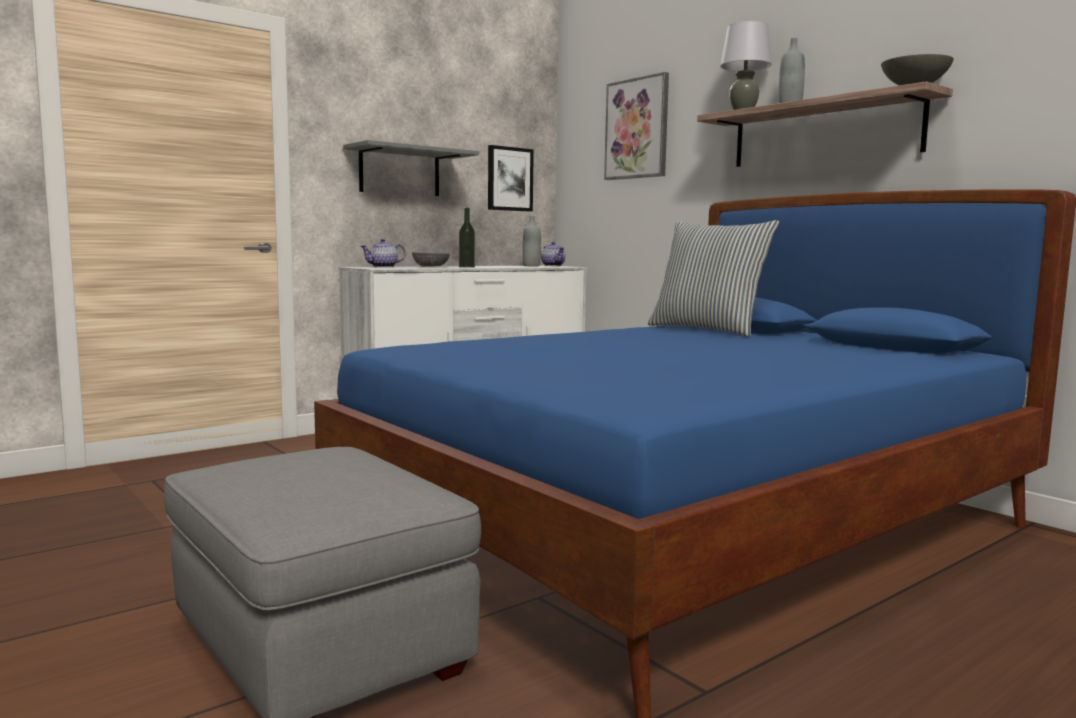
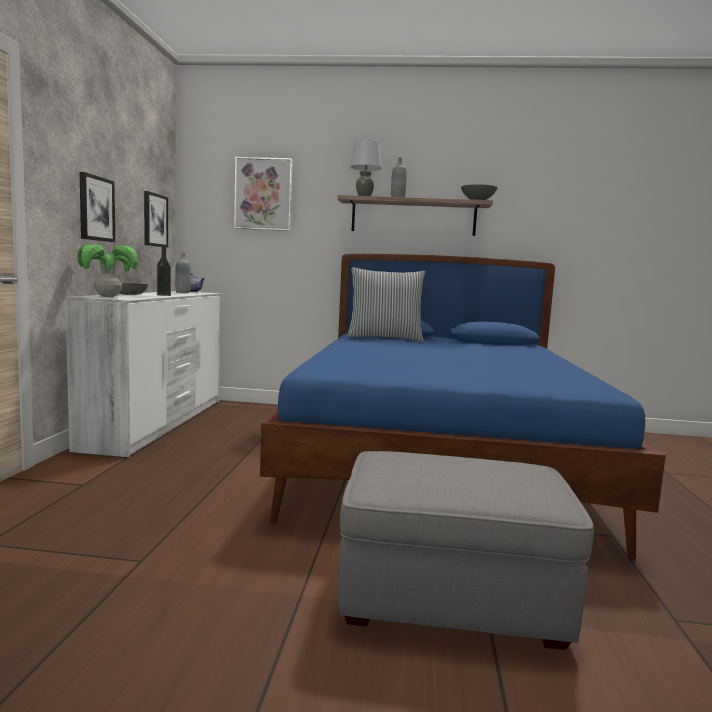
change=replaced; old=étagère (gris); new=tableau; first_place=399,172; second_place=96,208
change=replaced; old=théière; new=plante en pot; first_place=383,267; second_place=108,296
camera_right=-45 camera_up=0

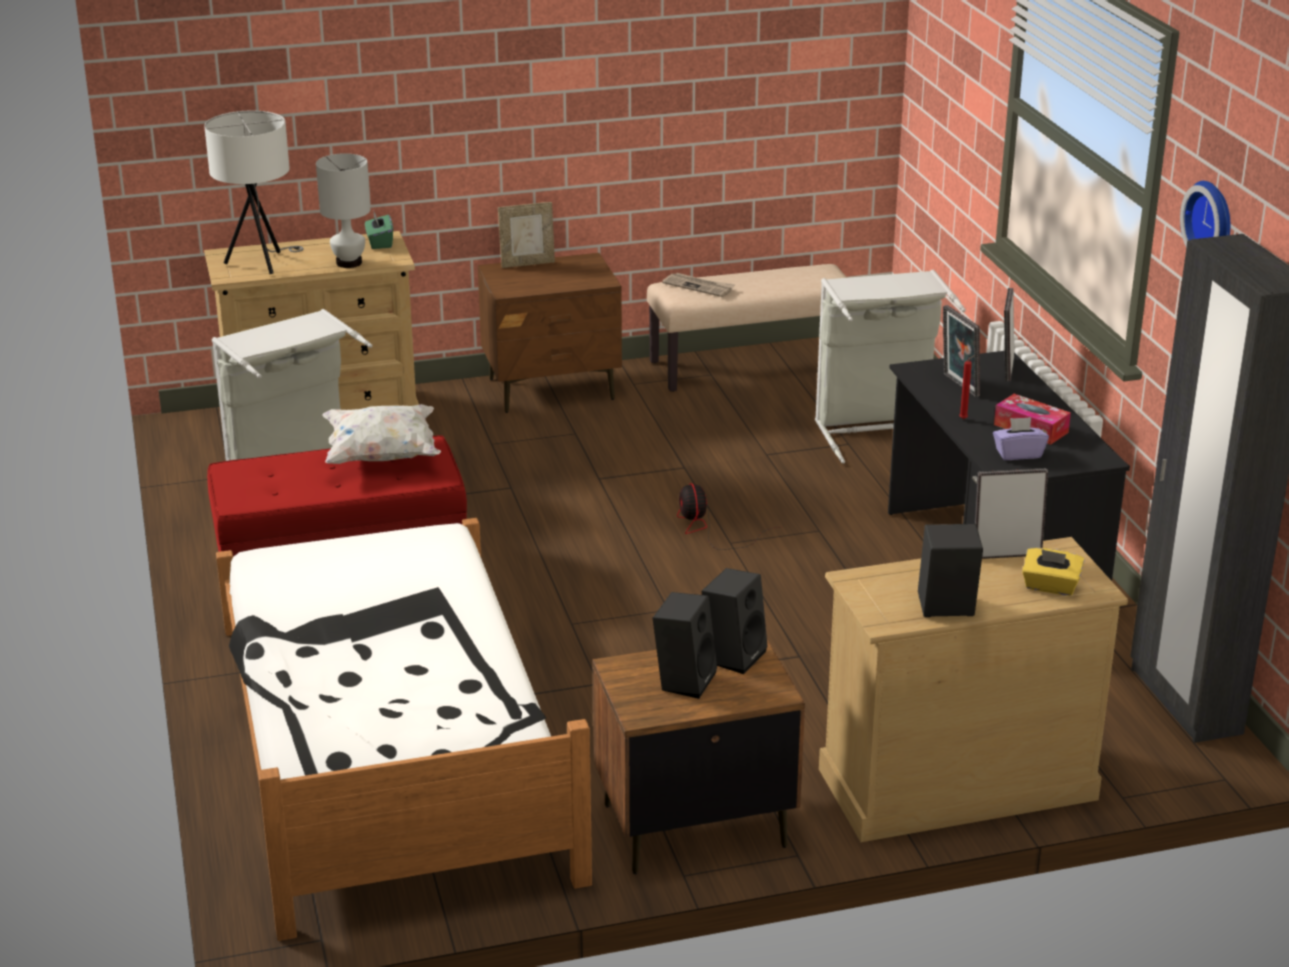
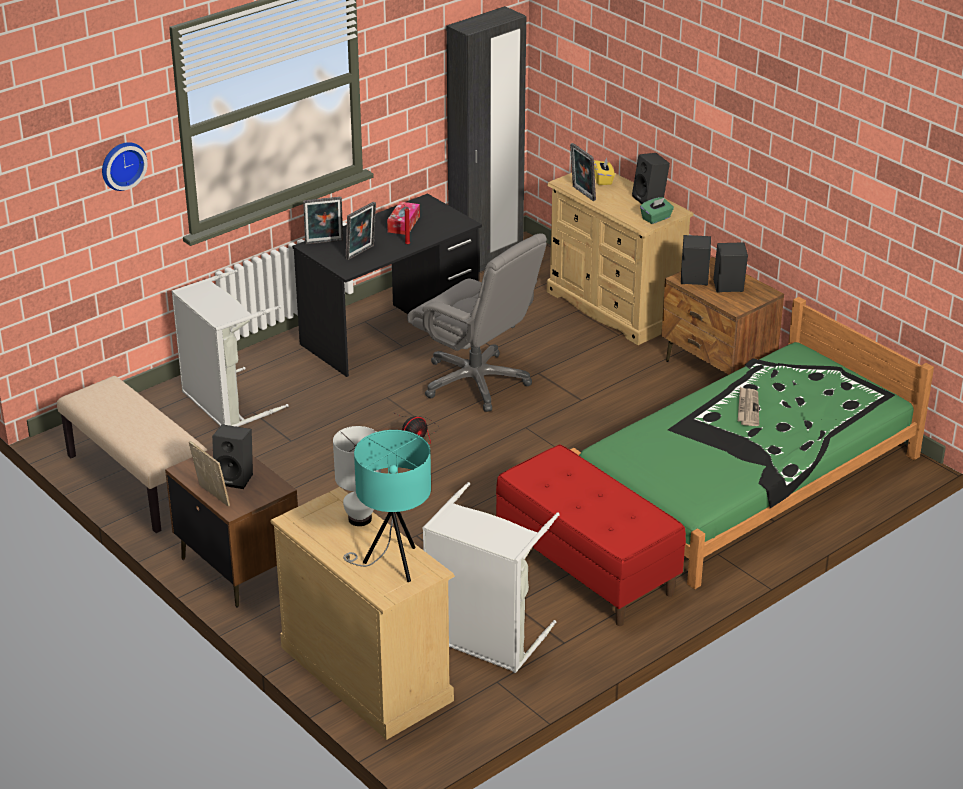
change=recoloured; old=lampe de table (blanc); new=lampe de table (turquoise); first_place=261,263; second_place=392,564
change=moved; old=horloge murale; first_place=1212,221; second_place=122,164
change=moved; old=boîte à mouchoirs (vert); first_place=379,243; second_place=656,218
change=moved; old=journal; first_place=699,286; second_place=747,408
change=removed; old=coussin (blanc); first_place=382,456
change=removed; old=boîte à mouchoirs (violet); first_place=1018,454
change=recoloured; old=lit (blanc); new=lit (vert); first_place=391,746; second_place=745,479
change=added; new=chaise de bureau (gris); second_place=476,382
change=added; new=enceinte (noir); second_place=236,478
camera_right=-115 camera_up=5

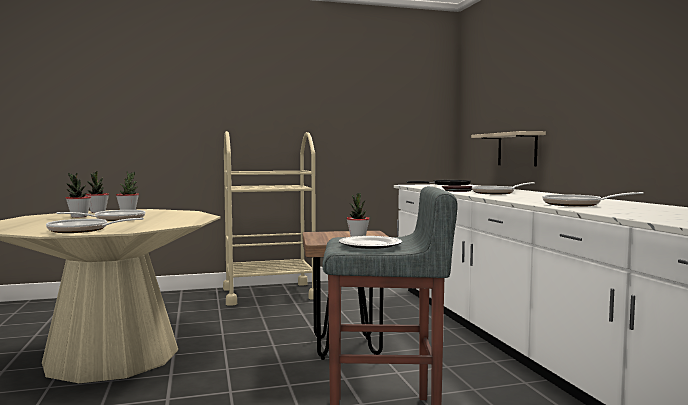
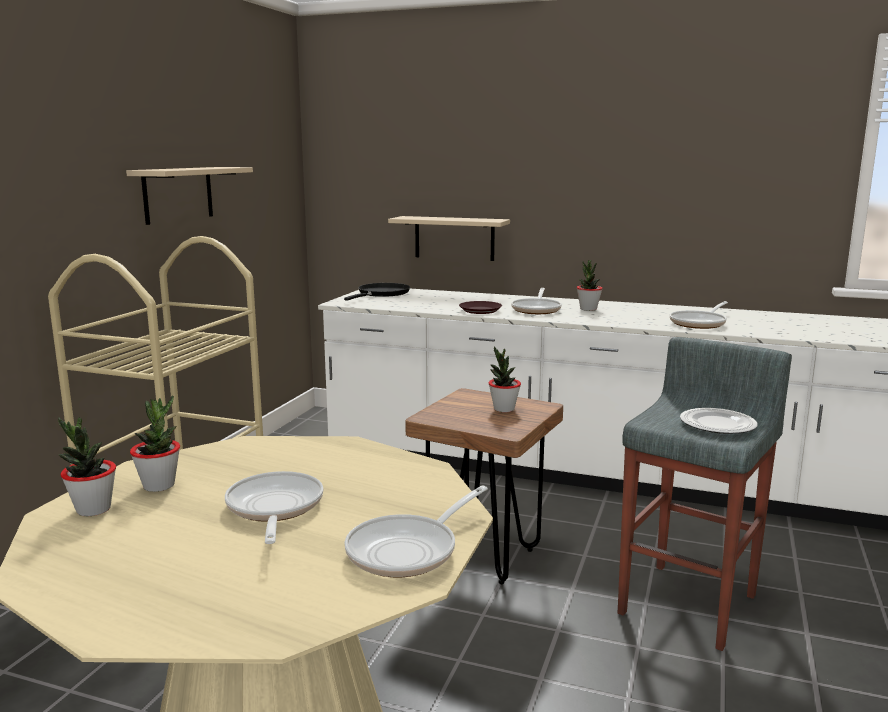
change=moved; old=plante en pot; first_place=79,216; second_place=588,309
change=added; new=étagère (beige); second_place=178,194
camera_right=-55 camera_up=10

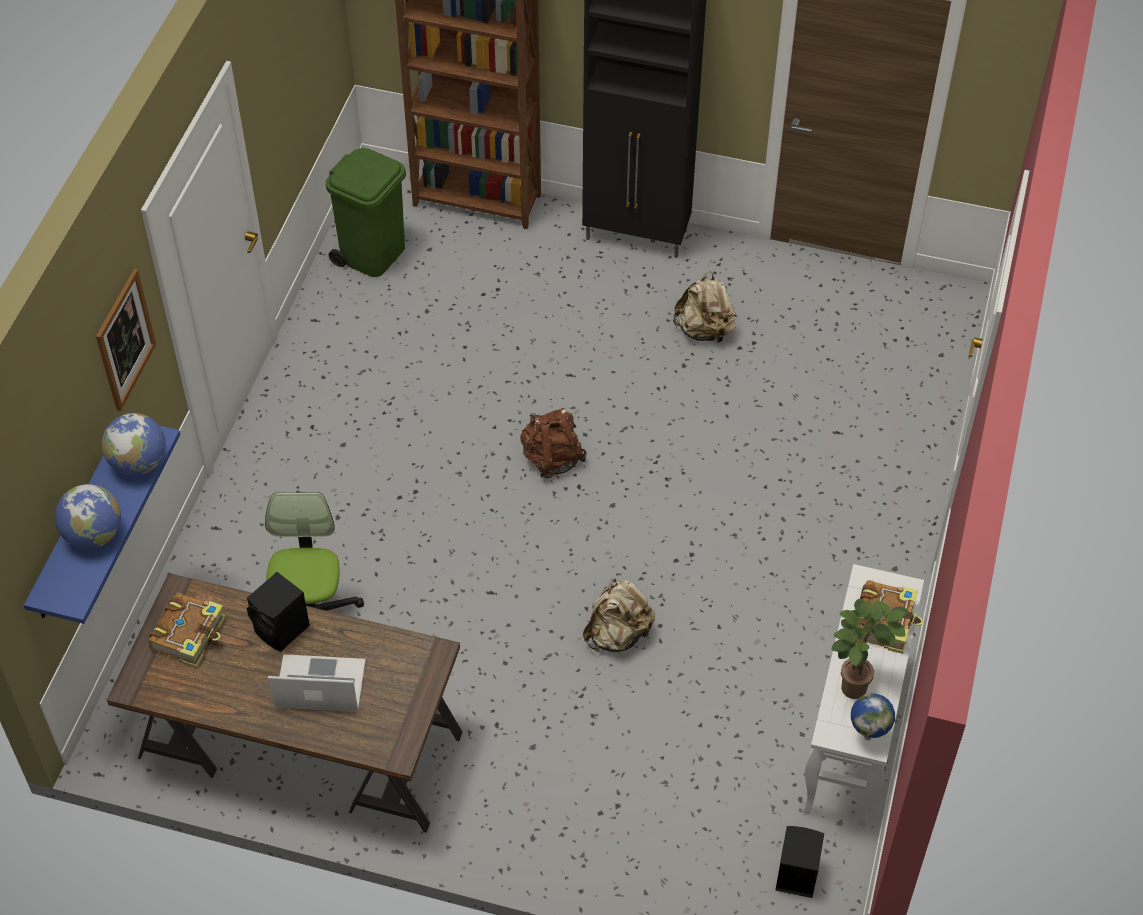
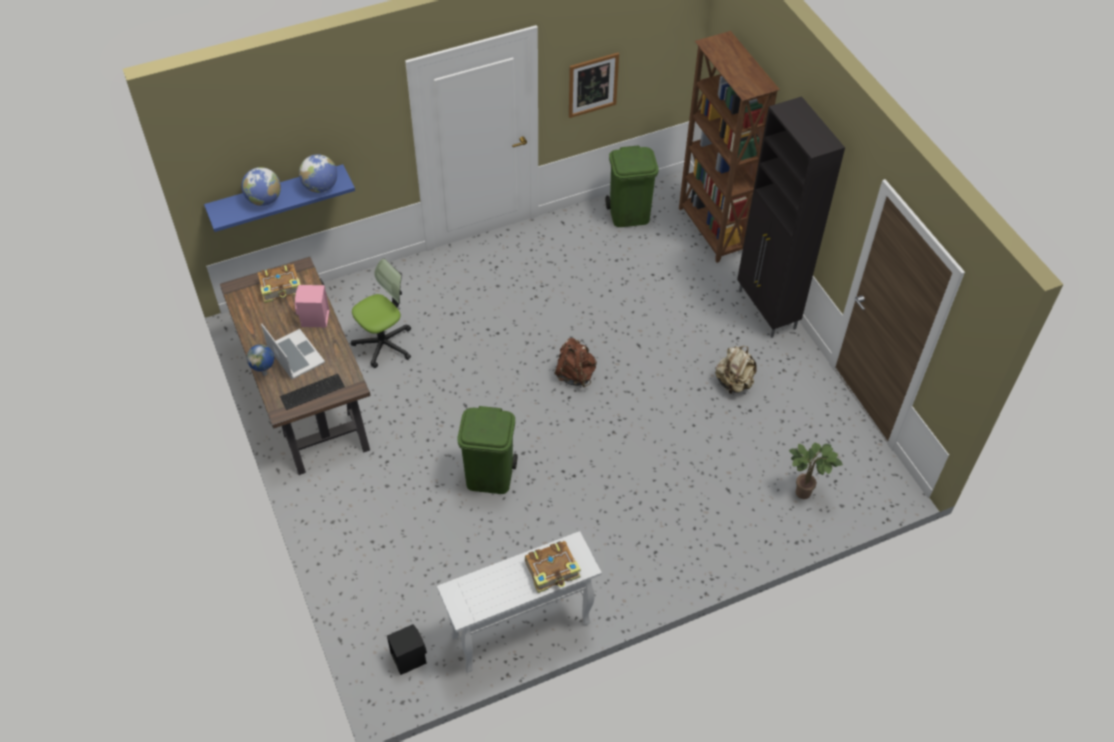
change=moved; old=tableau; first_place=125,340; second_place=593,85
change=recoloured; old=enceinte (noir); new=enceinte (rose); first_place=282,630; second_place=314,319
change=replaced; old=sac à dos (beige); new=poubelle (vert); first_place=618,634; second_place=490,477
change=moved; old=plante en pot; first_place=855,684; second_place=805,491
change=moved; old=globe; first_place=868,736; second_place=265,373
change=added; new=clavier; second_place=311,391
camera_right=50 camera_up=0

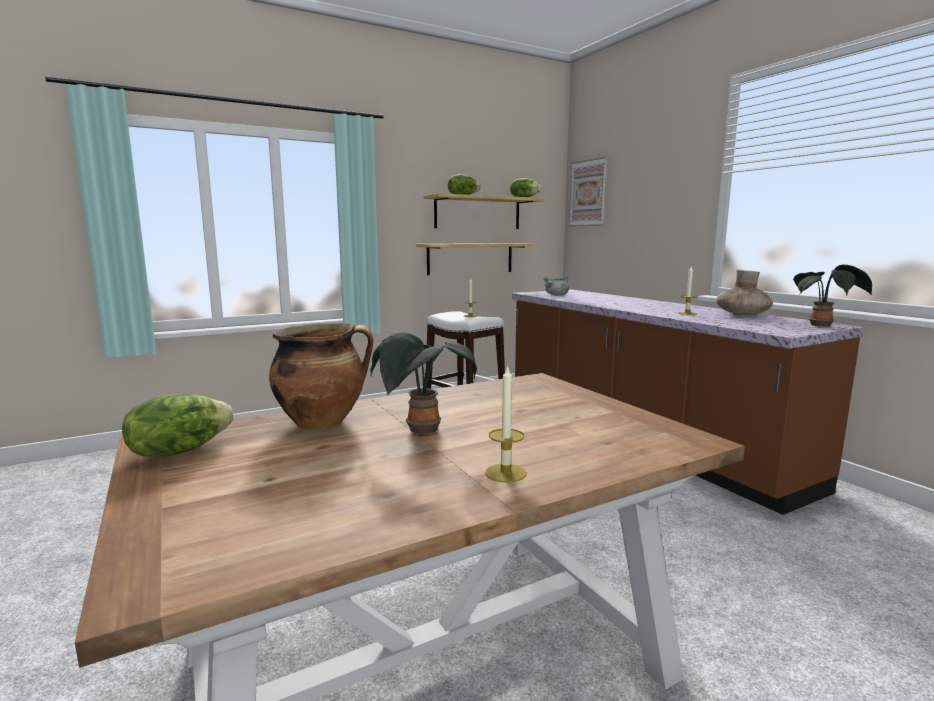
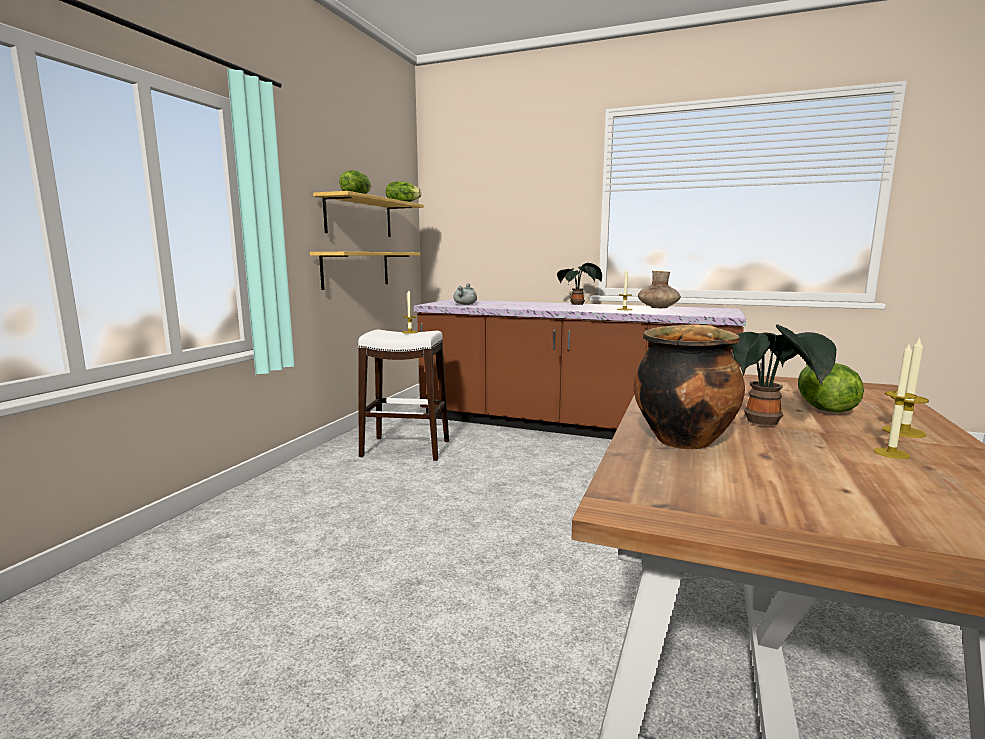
change=removed; old=tableau; first_place=588,193
change=moved; old=plante en pot; first_place=823,326; second_place=578,304
change=moved; old=laitue; first_place=179,450; second_place=822,408
change=added; new=bougie; second_place=891,453
camera_right=-40 camera_up=0

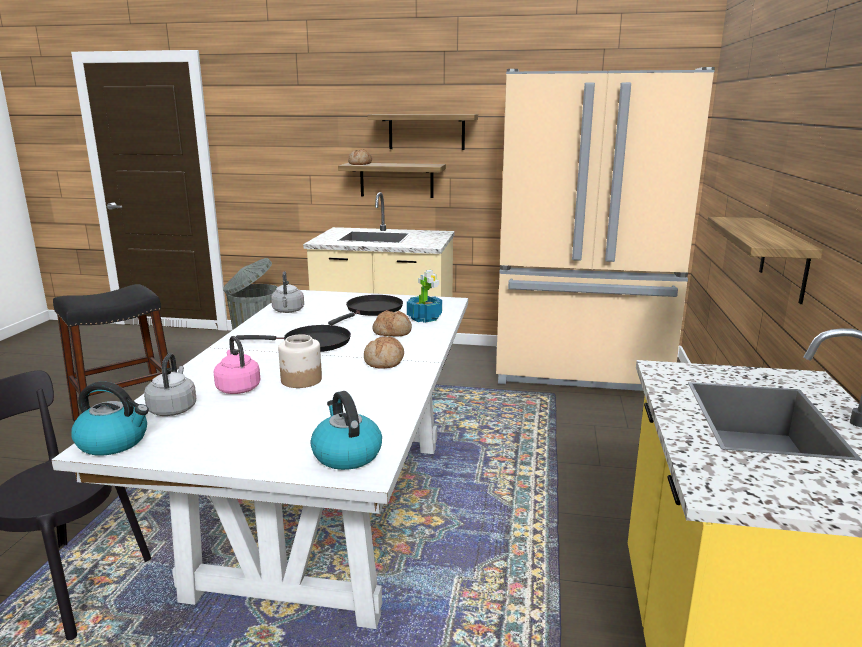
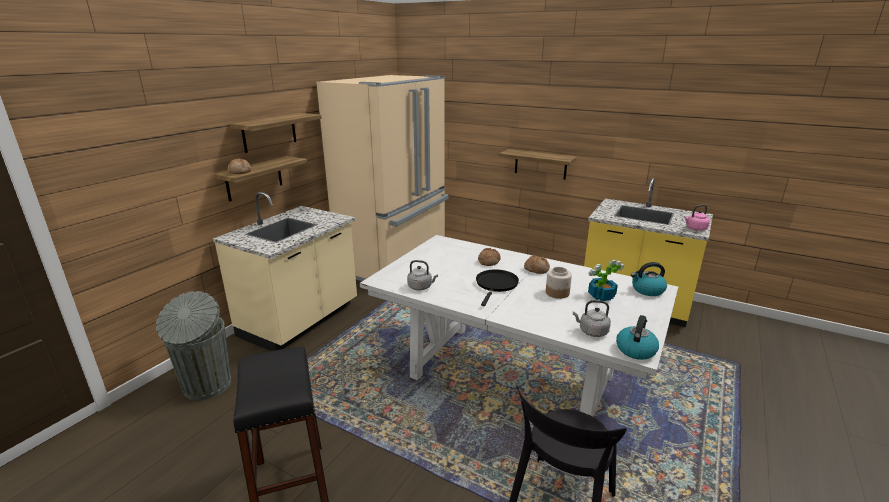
change=moved; old=plante en pot; first_place=424,318; second_place=601,296
change=removed; old=poêle (noir); first_place=372,310
change=moved; old=bouilloire (rose); first_place=237,388; second_place=695,229
camera_right=-70 camera_up=5

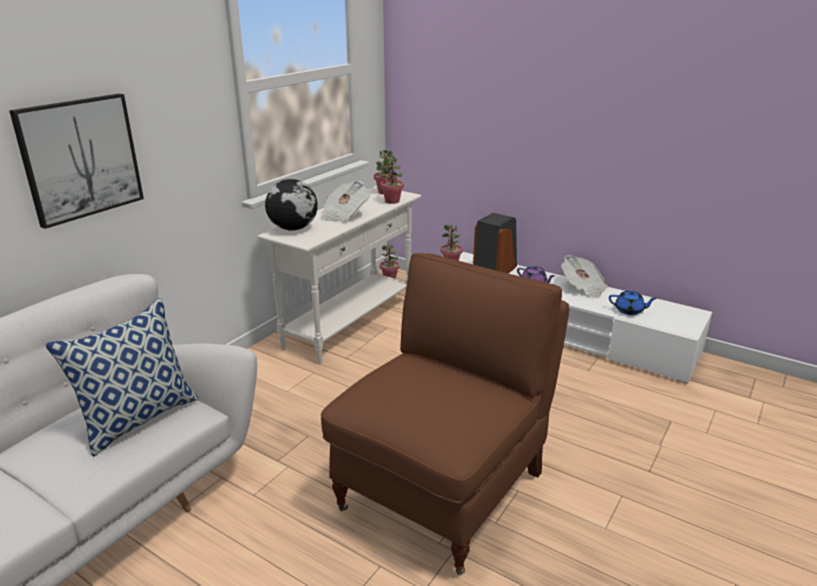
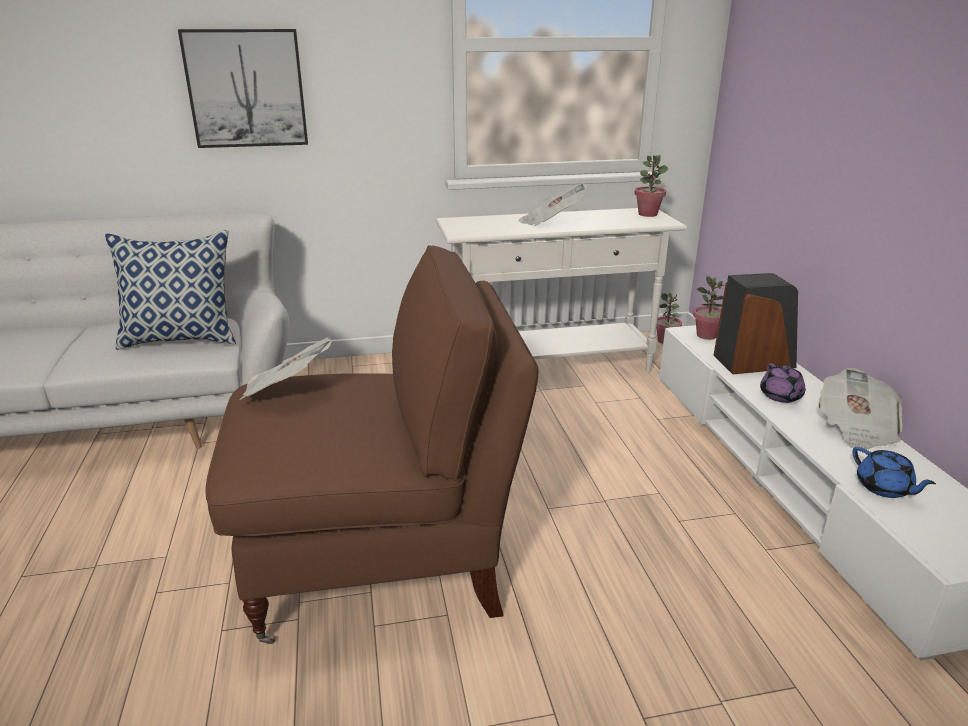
change=removed; old=plante en pot; first_place=392,201
change=removed; old=globe; first_place=294,228
change=added; new=journal; second_place=287,391
camera_right=45 camera_up=0

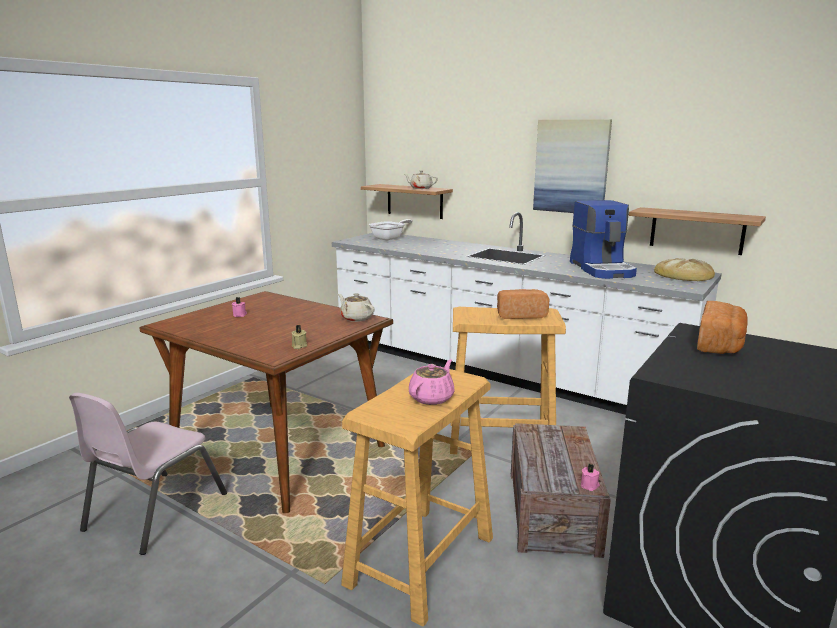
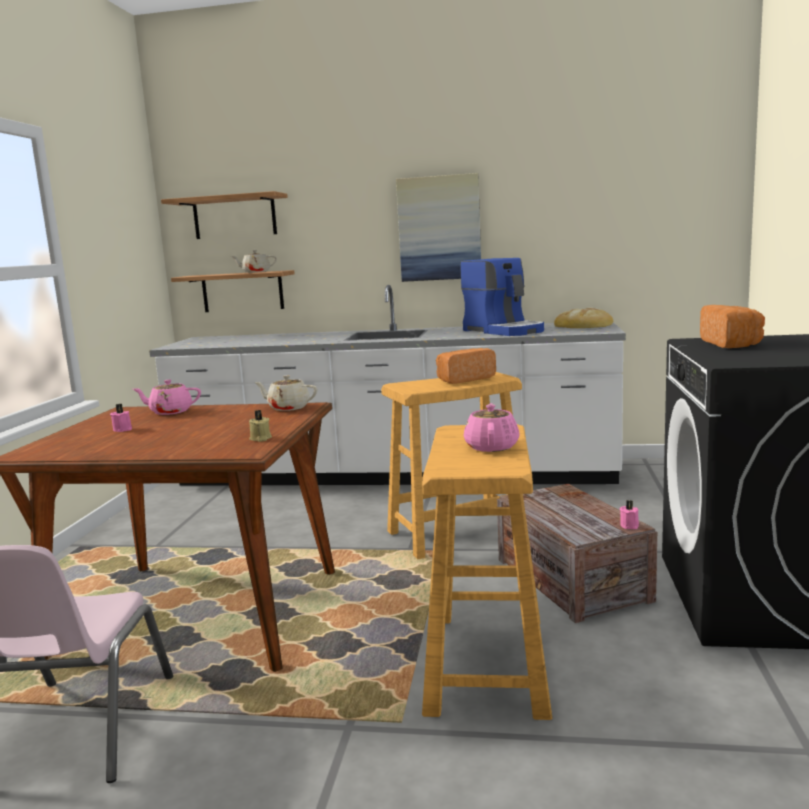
change=moved; old=étagère; first_place=696,231; second_place=234,217
change=removed; old=poêle; first_place=390,238
change=added; new=théière (rose); second_place=170,412
camera_right=-25 camera_up=-5

